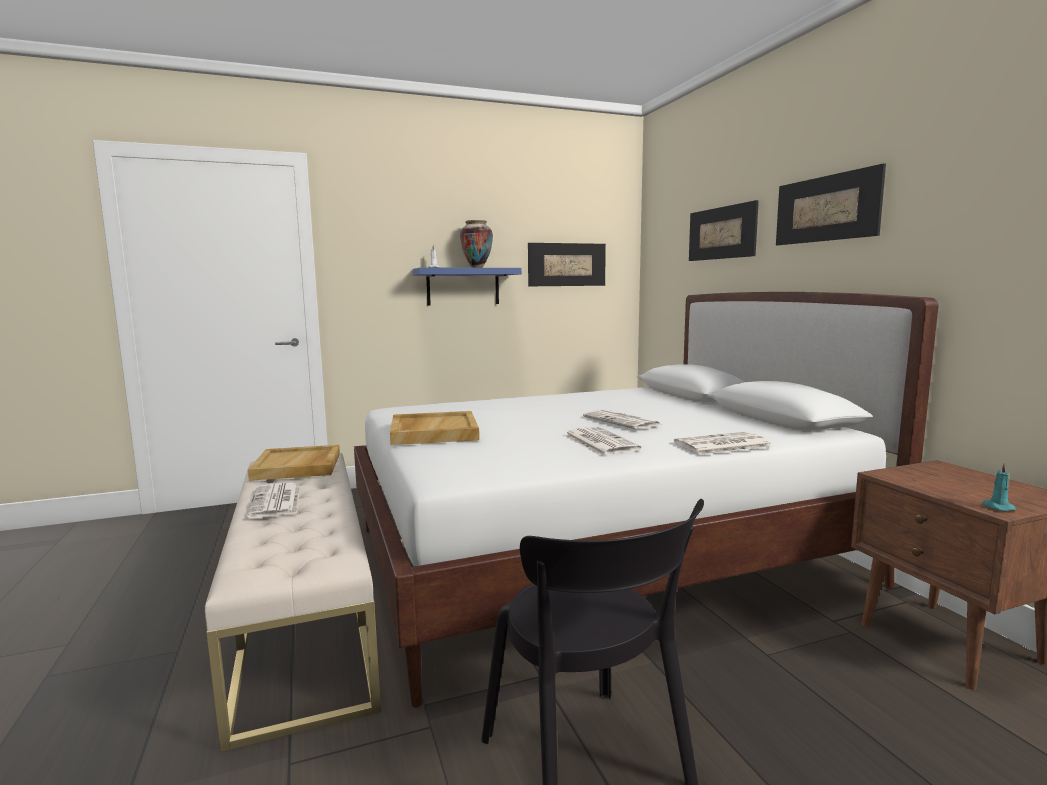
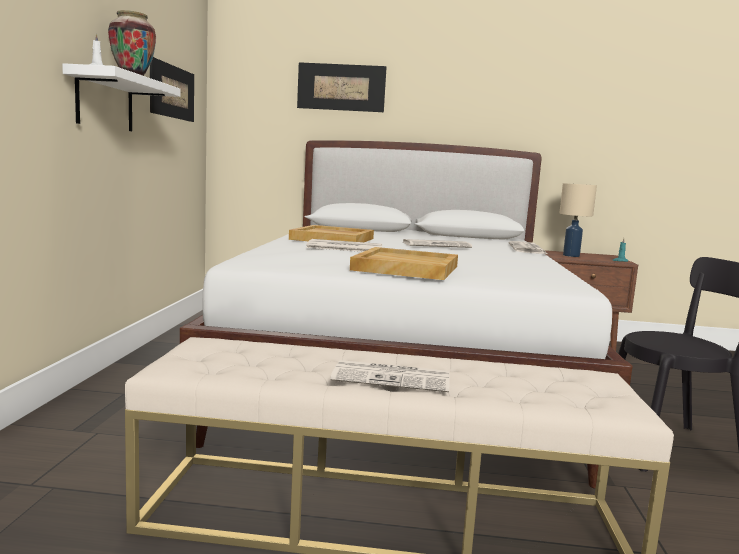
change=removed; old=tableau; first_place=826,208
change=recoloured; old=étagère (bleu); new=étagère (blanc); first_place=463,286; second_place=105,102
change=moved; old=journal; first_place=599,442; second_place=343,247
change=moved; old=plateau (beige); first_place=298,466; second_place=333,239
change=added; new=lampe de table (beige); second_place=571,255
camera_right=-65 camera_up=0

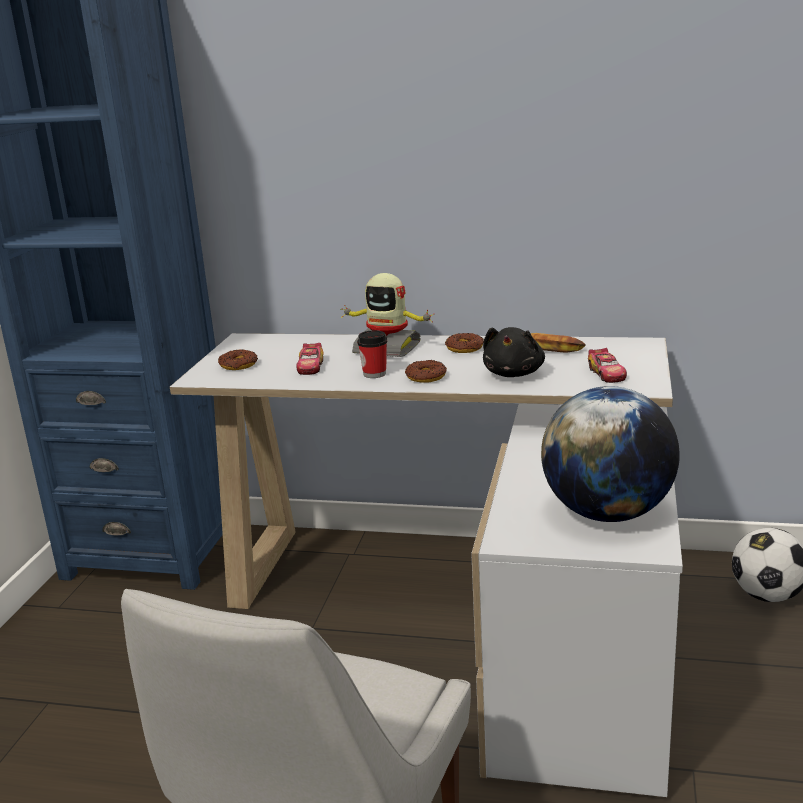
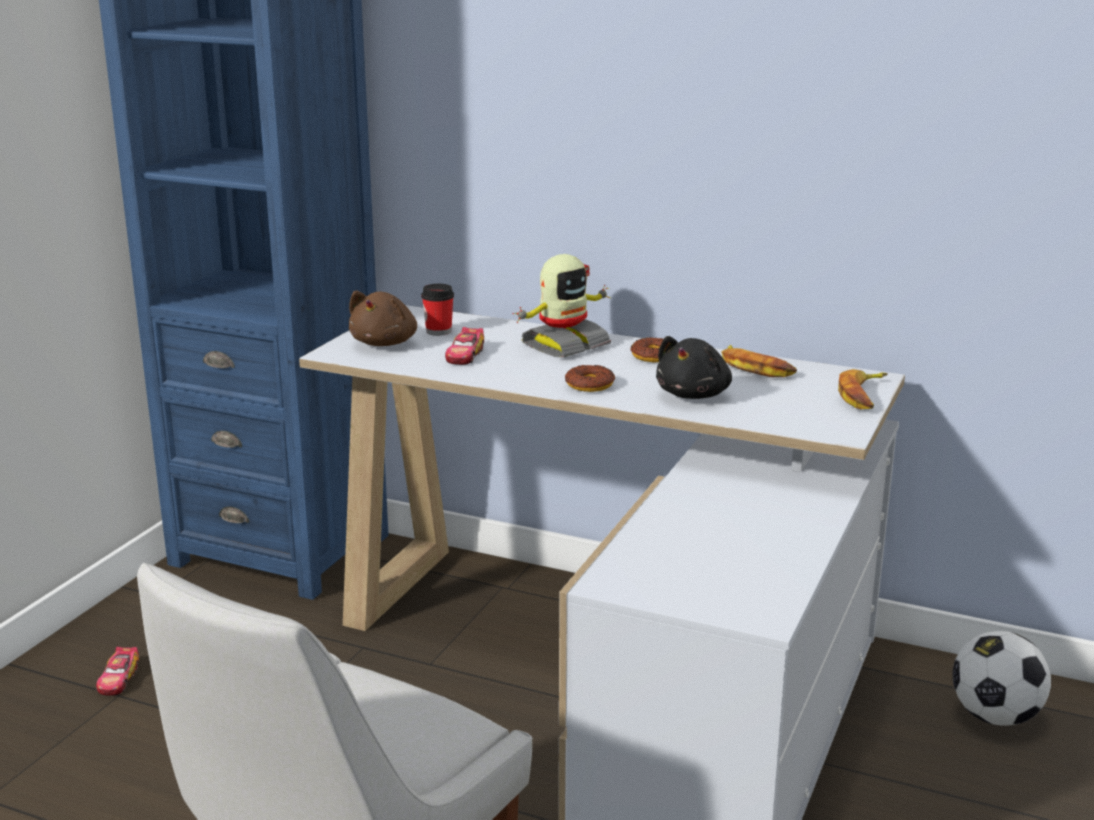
change=turned; old=robot jouet; first_place=387,348; second_place=564,345; degrees=-75
change=moved; old=tasse; first_place=374,374; second_place=438,331
change=moved; old=petite voiture; first_place=607,374; second_place=118,679
change=replaced; old=beignet; new=peluche (marron); first_place=238,365; second_place=385,343
change=removed; old=globe; first_place=608,513
change=added; new=banane; second_place=864,396
camera_right=10 camera_up=0

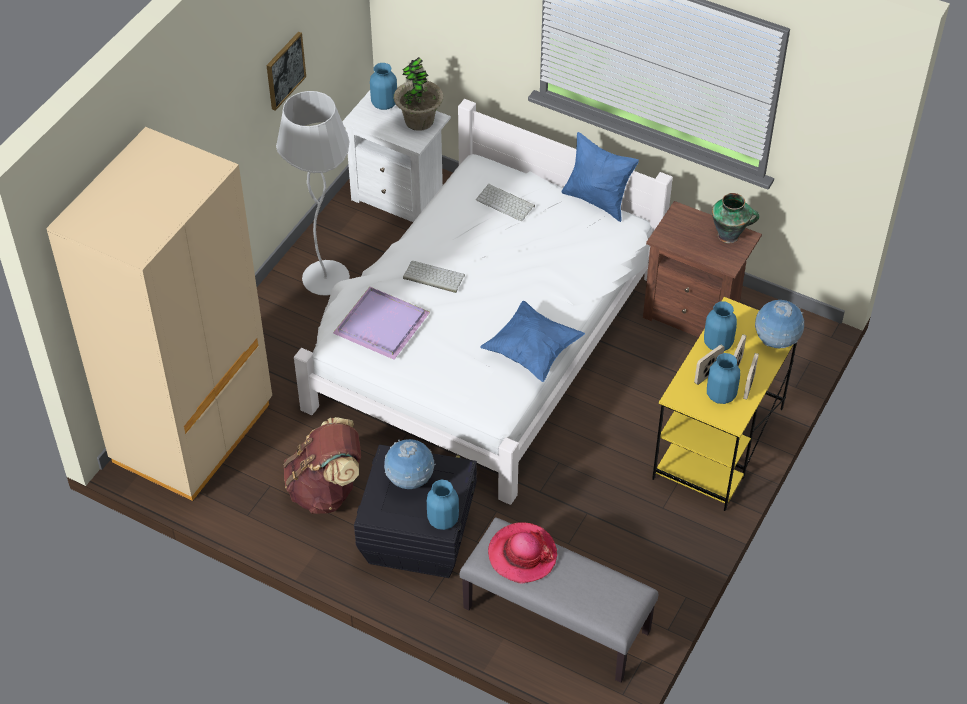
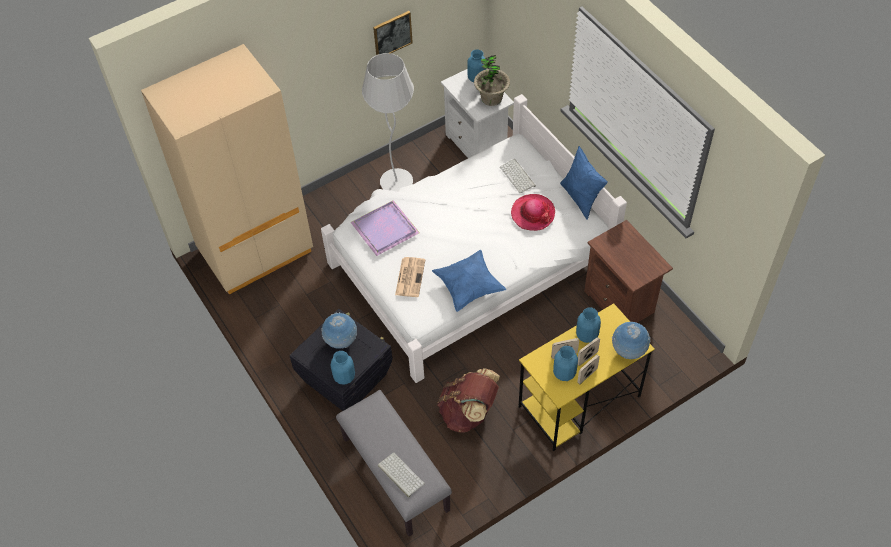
change=removed; old=vase; first_place=729,235
change=moved; old=clavier; first_place=432,277; second_place=400,474
change=moved; old=sac à dos (marron); first_place=326,490; second_place=469,413
change=moved; old=chapeau; first_place=522,554; second_place=532,213
change=added; new=journal; second_place=410,277
camera_right=30 camera_up=5

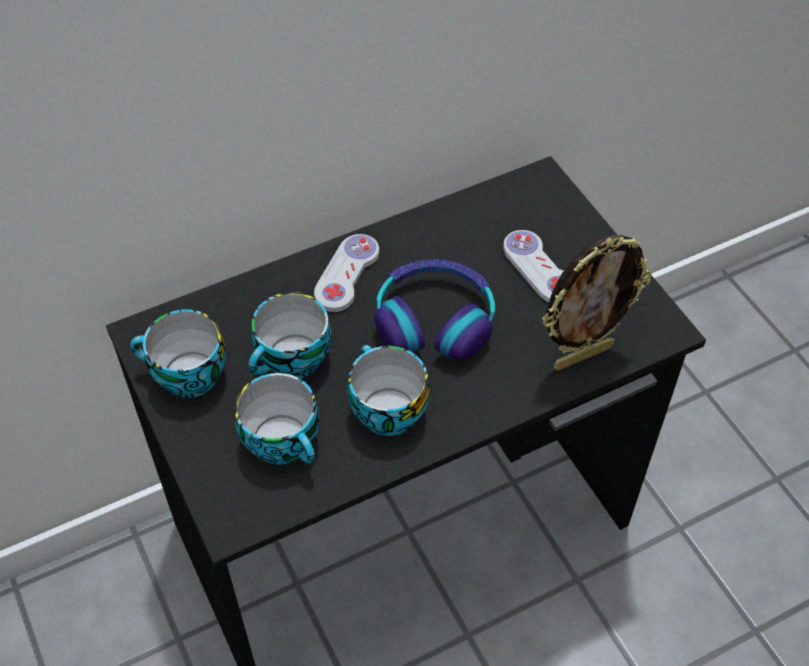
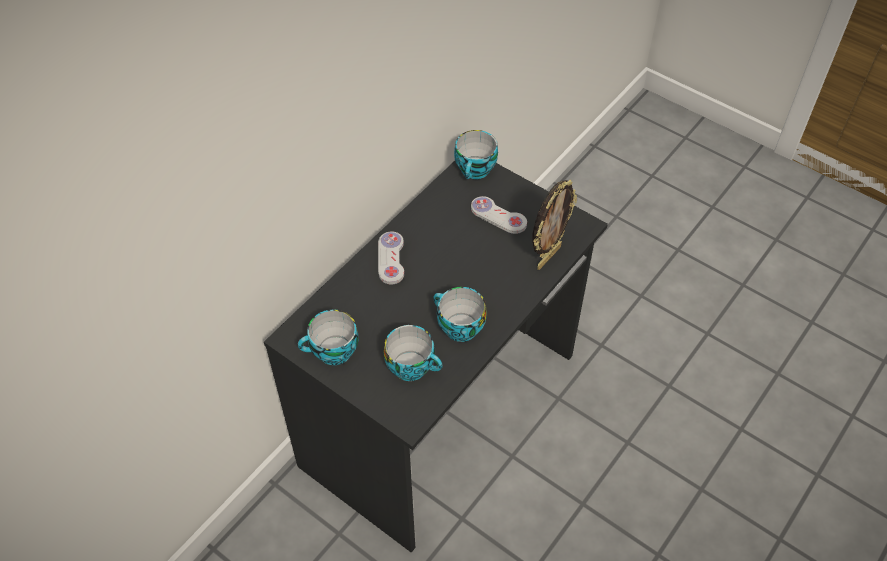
change=removed; old=casque audio; first_place=435,320
change=moved; old=tasse; first_place=293,362; second_place=476,170
camera_right=-25 camera_up=0

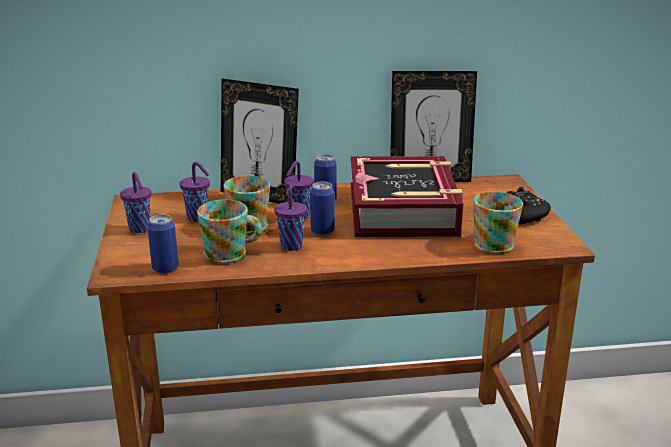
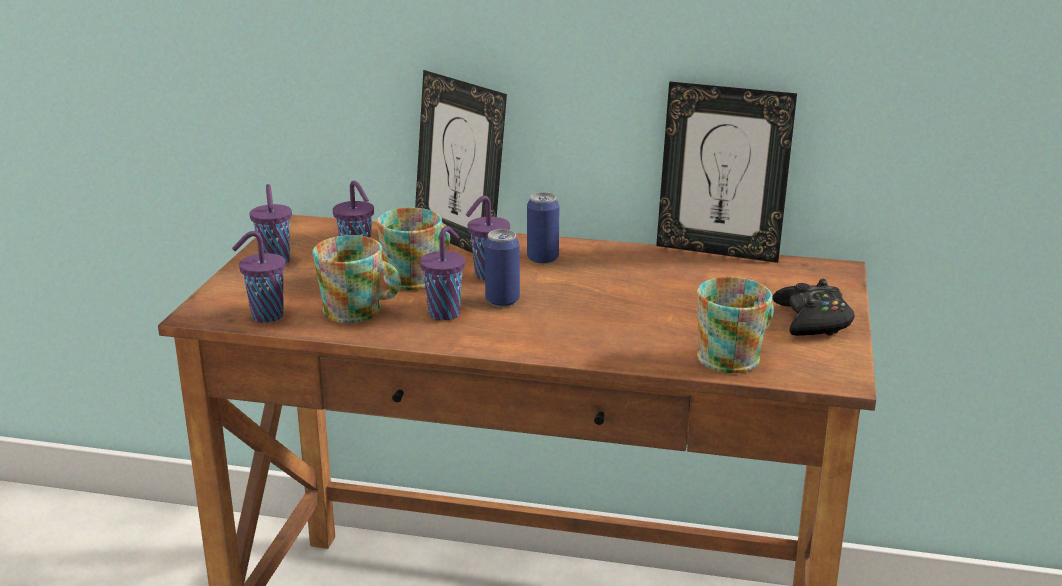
change=removed; old=livre; first_place=403,210
change=replaced; old=boîte métallique; new=tasse (violet); first_place=165,268; second_place=265,316
camera_right=20 camera_up=0

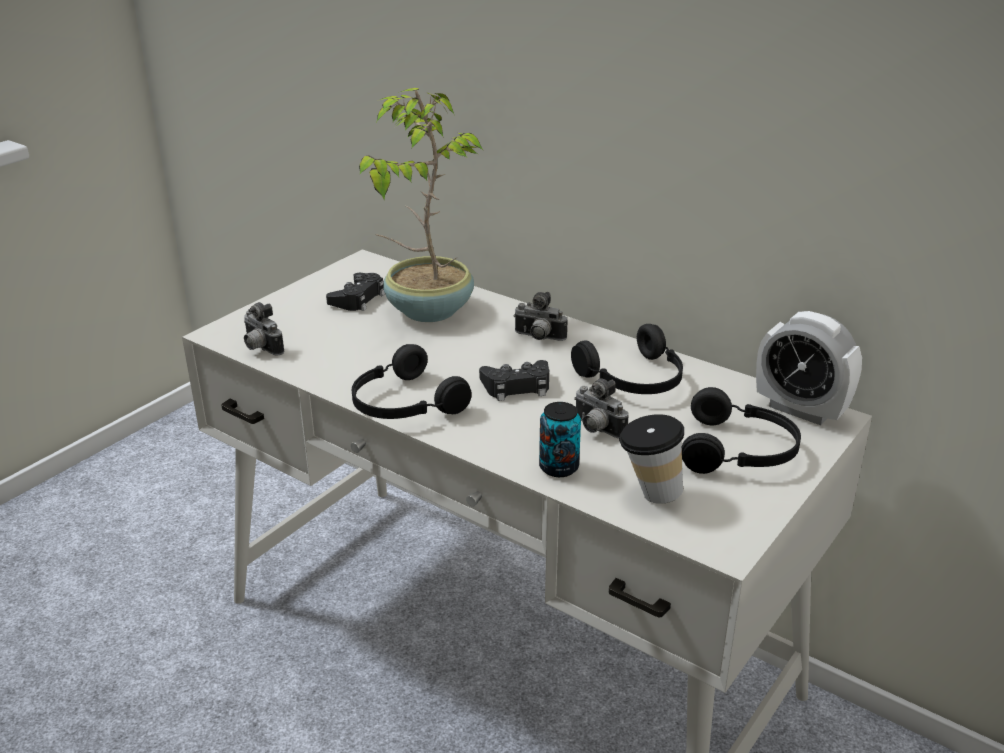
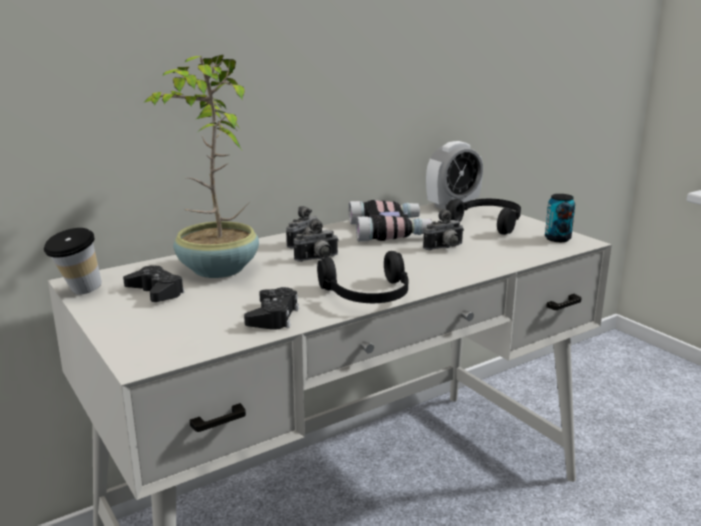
change=moved; old=appareil photo; first_place=260,348; second_place=318,259
change=replaced; old=casque audio (noir); new=jumelles; first_place=634,380; second_place=390,230
change=moved; old=manette (noir); first_place=517,386; second_place=273,316
change=moved; old=boîte métallique; first_place=559,467; second_place=557,238
change=moved; old=tasse; first_place=648,493; second_place=78,292
camera_right=-70 camera_up=-10

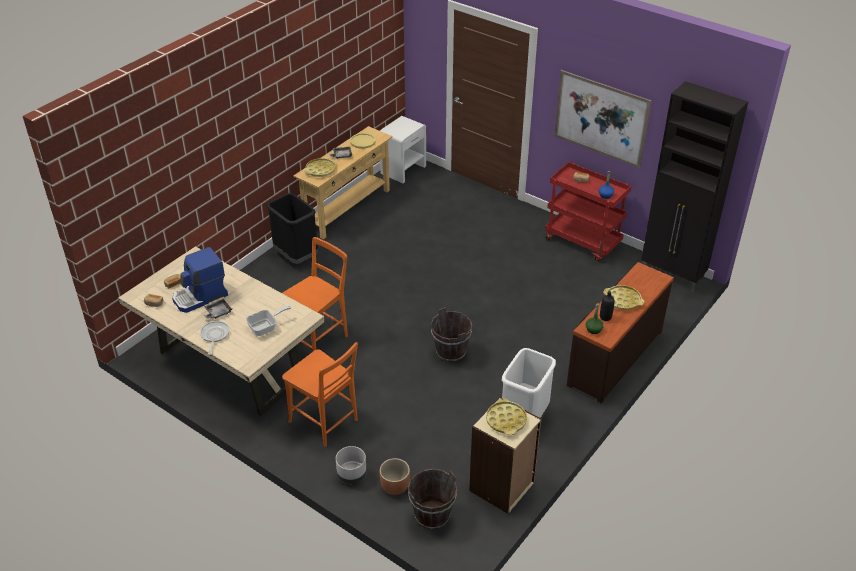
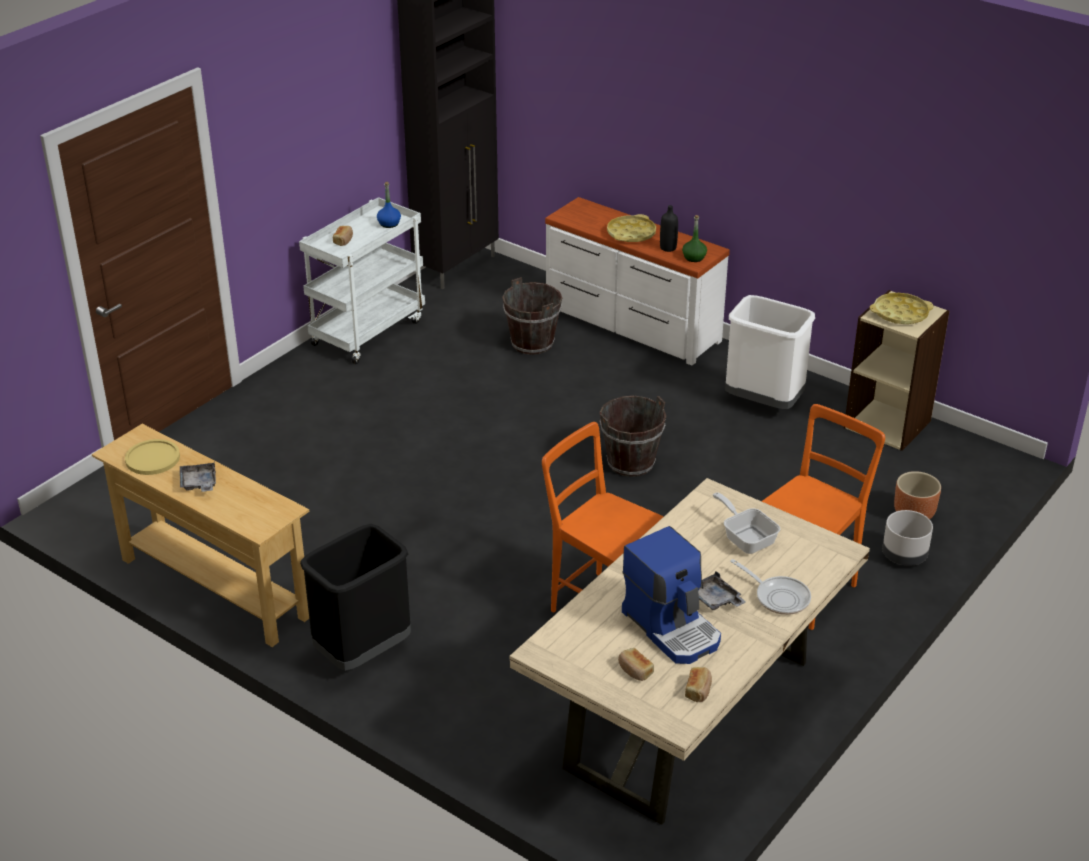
change=removed; old=tableau; first_place=601,118
change=removed; old=table de chevet (blanc); first_place=403,169
change=removed; old=plateau (jaune); first_place=320,170
change=recoloured; old=chariot (rouge); new=chariot (blanc); first_place=583,242; second_place=368,331
change=recoloured; old=commode (marron); new=commode (blanc); first_place=614,357; second_place=631,325
change=turned; old=poêle; first_place=214,336; second_place=778,597; degrees=-135
change=moved; old=seau (marron); first_place=432,515; second_place=532,343
camera_right=-90 camera_up=-5

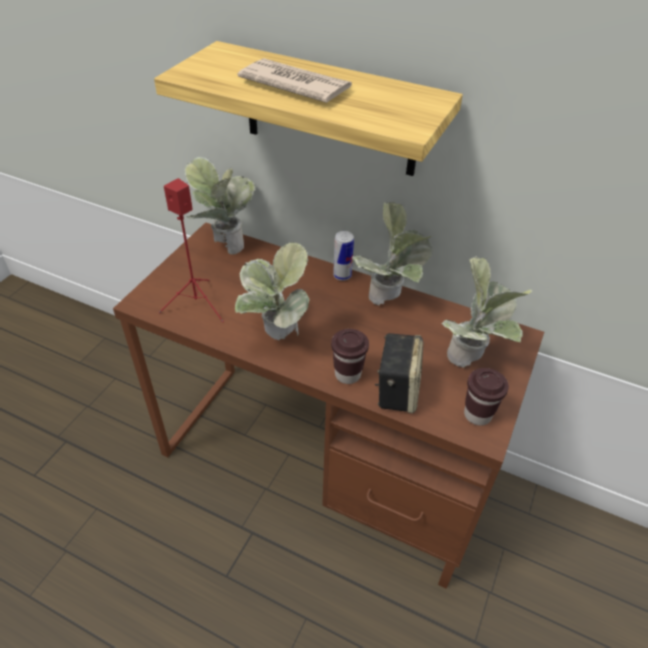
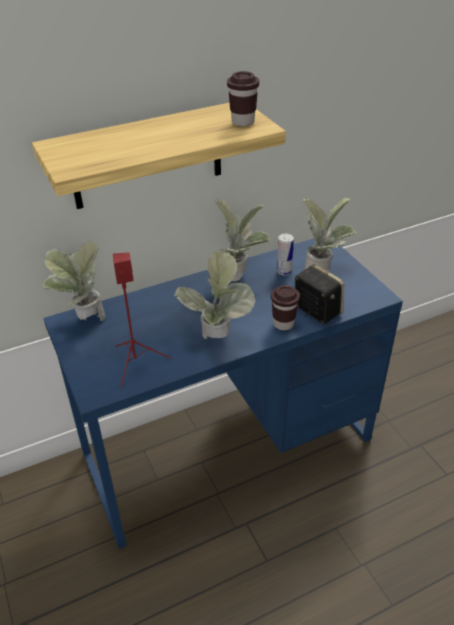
change=removed; old=journal; first_place=295,85
change=recoloured; old=bureau (marron); new=bureau (bleu); first_place=322,464; second_place=229,447
change=moved; old=boîte métallique; first_place=342,275; second_place=284,271
change=moved; old=tasse (marron); first_place=477,415; second_place=243,122
camera_right=-50 camera_up=-5

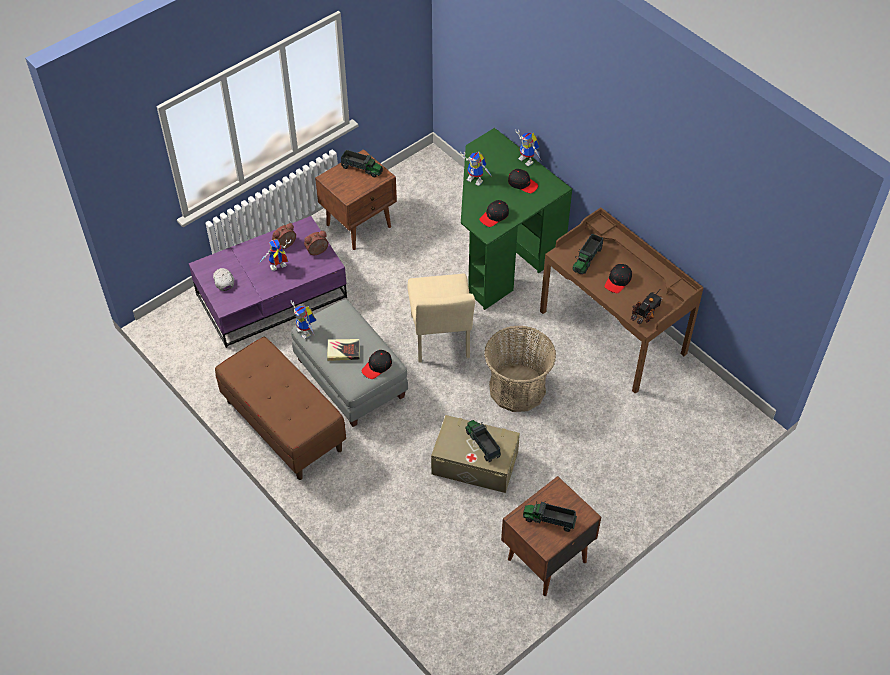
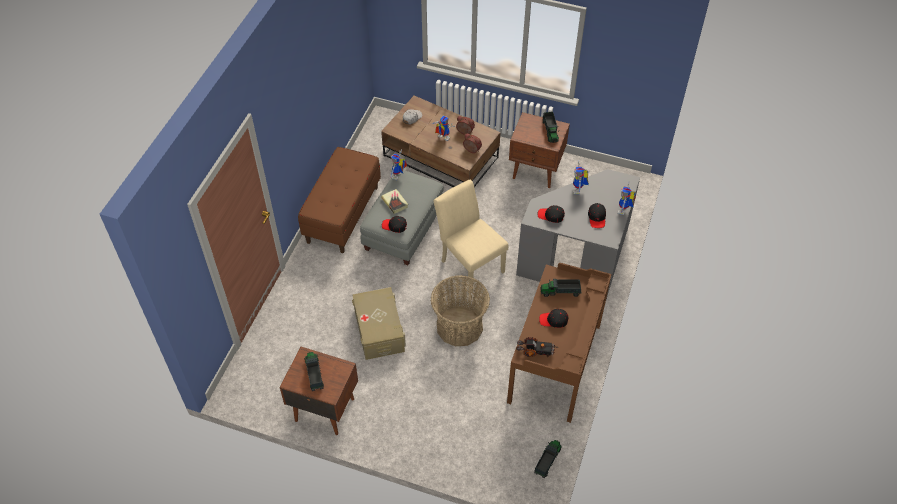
change=recoloured; old=bureau (vert); new=bureau (gris); first_place=500,250; second_place=578,259
change=recoloured; old=table basse (violet); new=table basse (marron); first_place=271,296; second_place=440,156
change=turned; old=chaise (beige); first_place=441,341; second_place=469,263; degrees=90
change=moved; old=camion jouet; first_place=482,444; second_place=547,461
camera_right=60 camera_up=0

